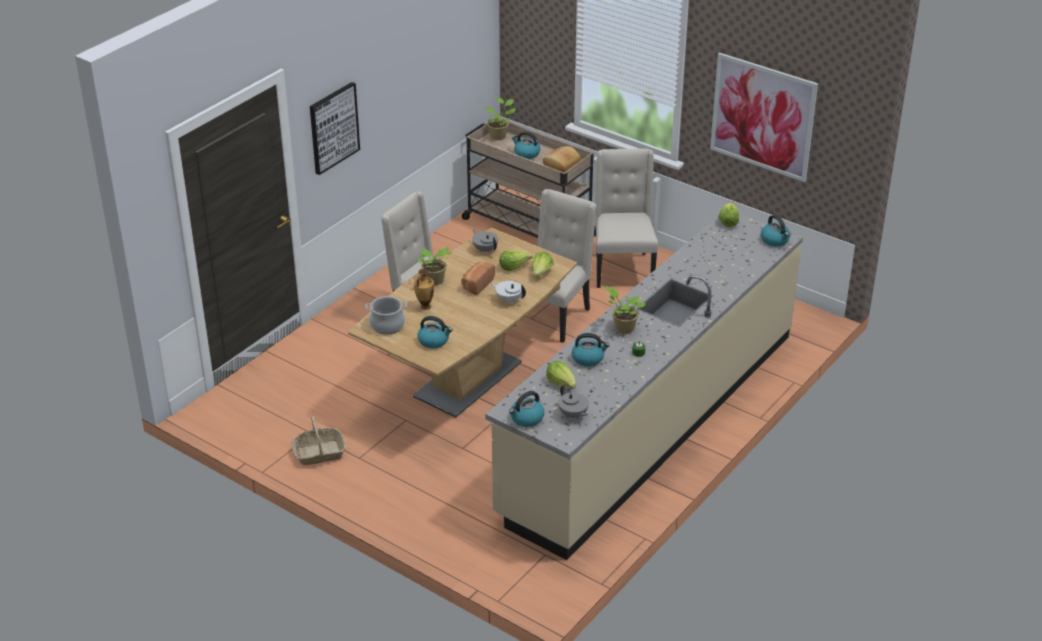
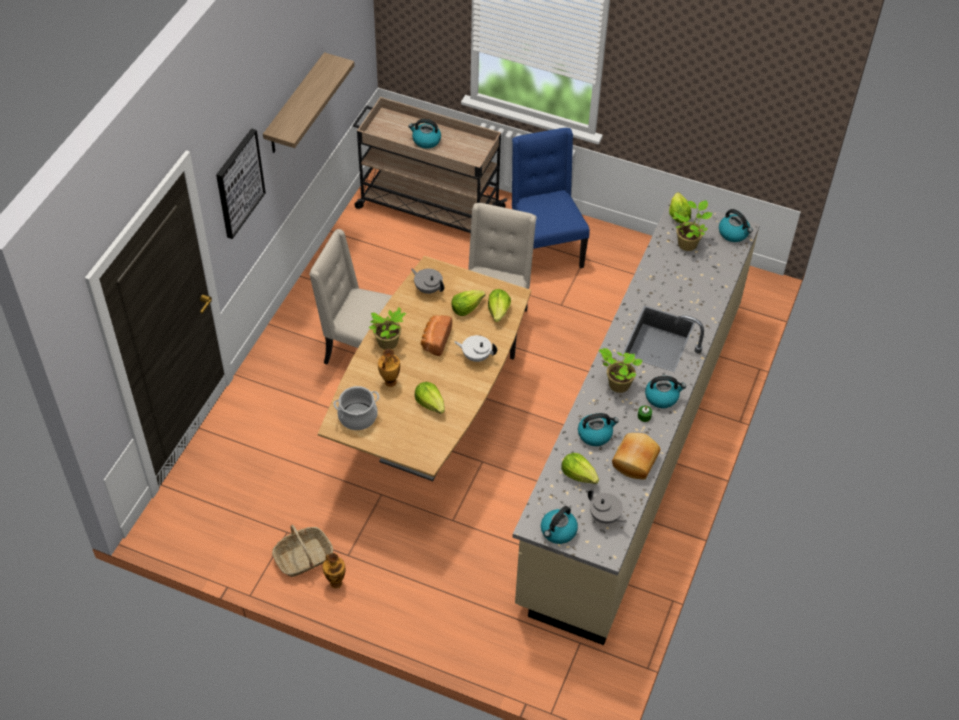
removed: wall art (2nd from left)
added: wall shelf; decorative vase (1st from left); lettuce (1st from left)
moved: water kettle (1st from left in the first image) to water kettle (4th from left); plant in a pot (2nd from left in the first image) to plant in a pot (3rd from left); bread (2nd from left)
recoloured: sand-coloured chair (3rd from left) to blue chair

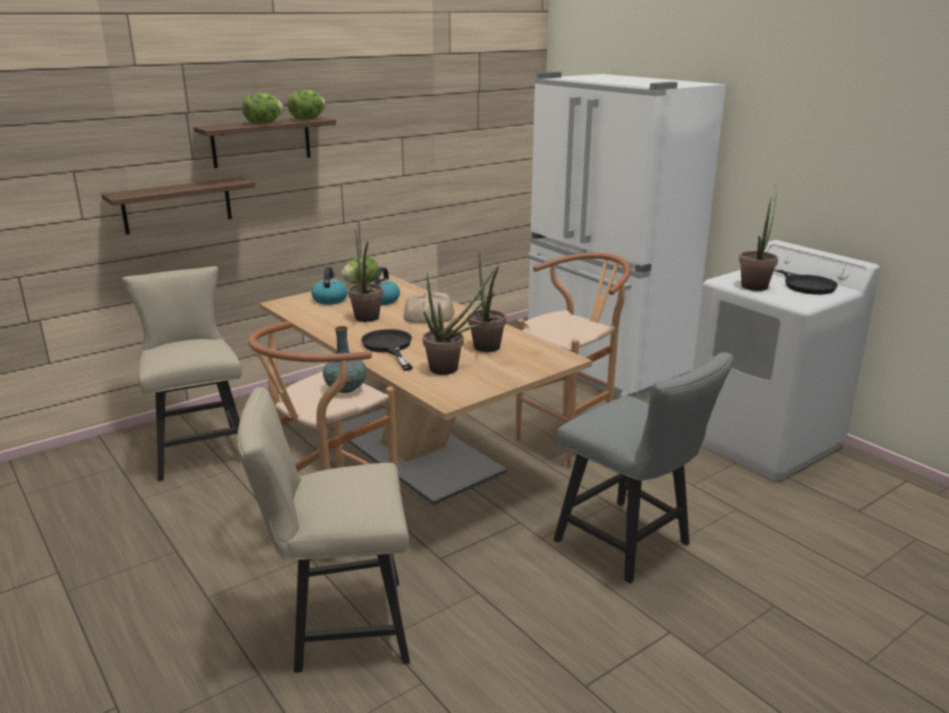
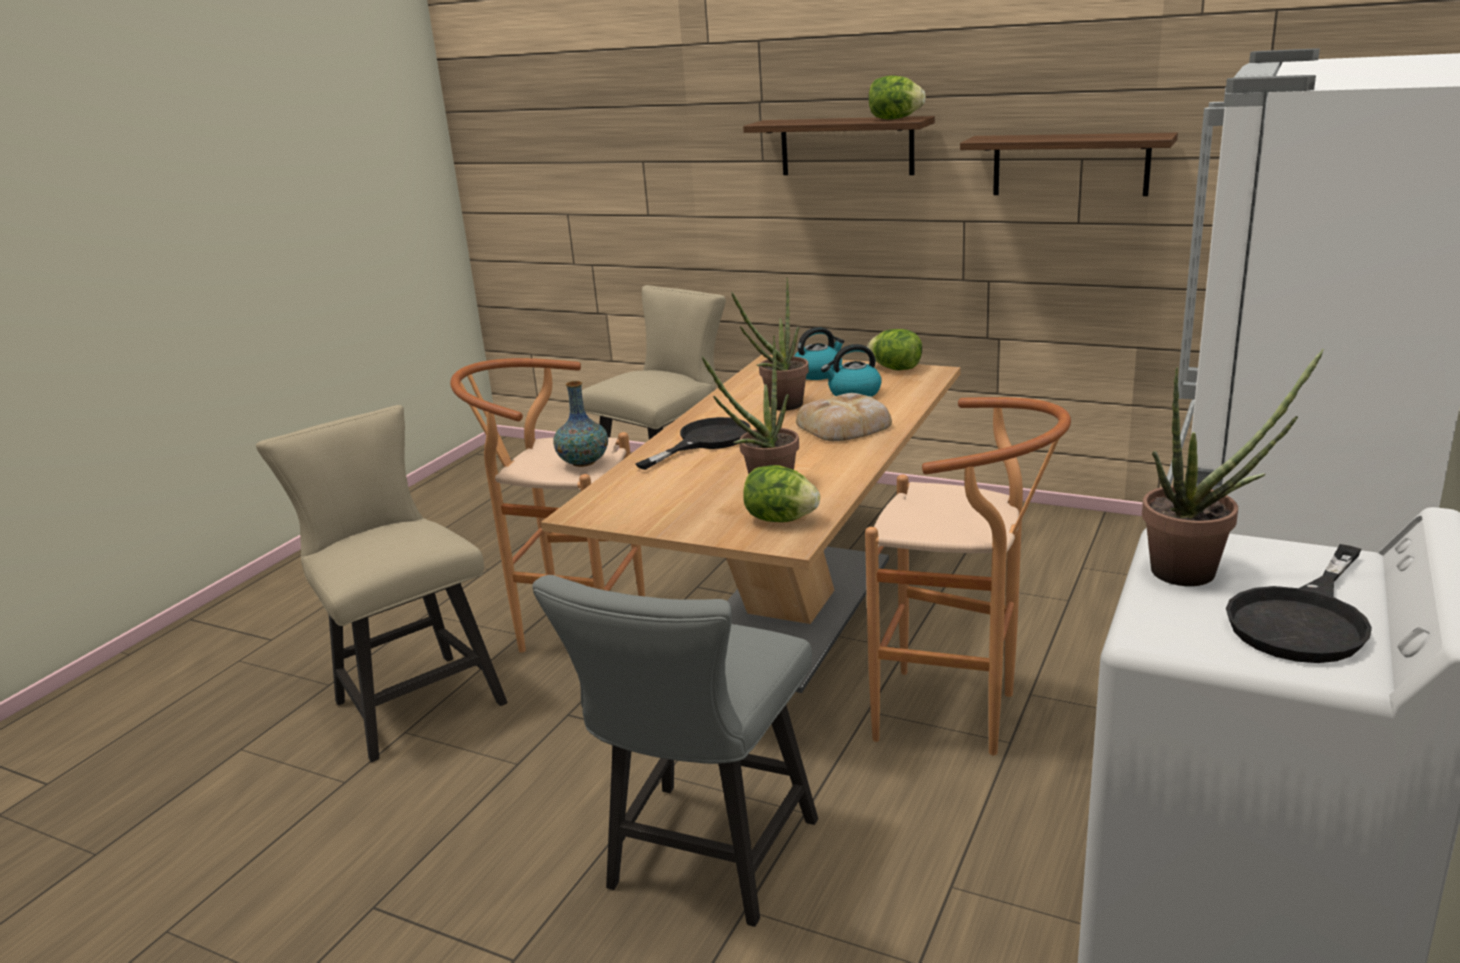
removed: plant in a pot (2nd from left)
moved: wall shelf (1st from left in the first image) to wall shelf (2nd from left); lettuce (1st from left)

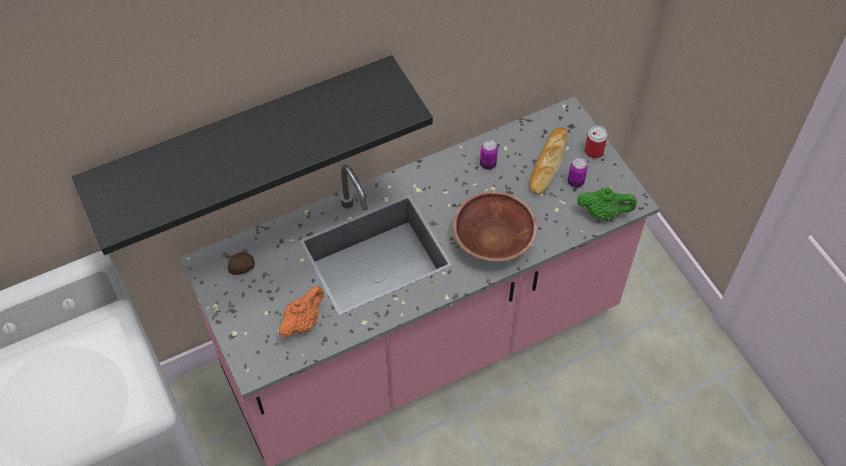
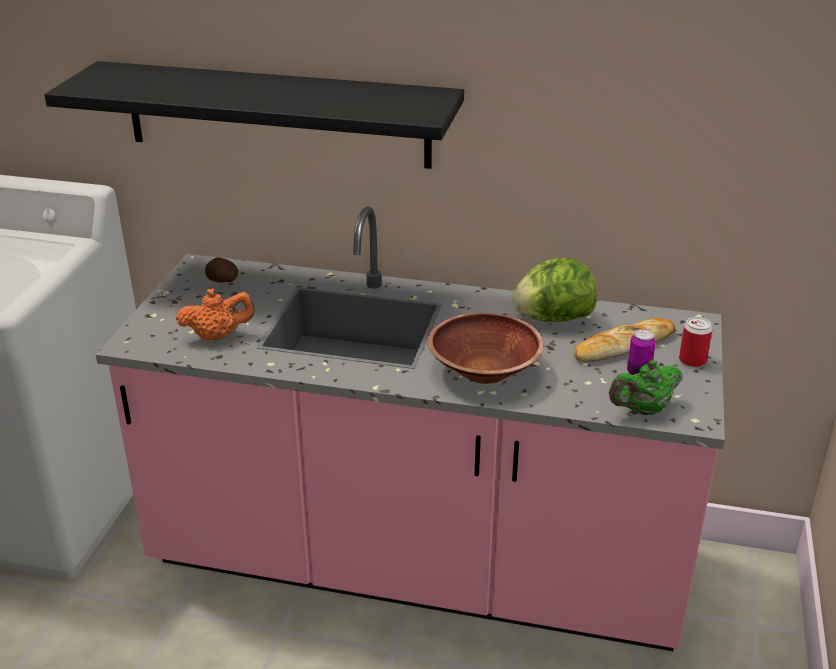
replaced: sealed can (1st from left) to lettuce
turned: green pot for tea 105 degrees clockwise

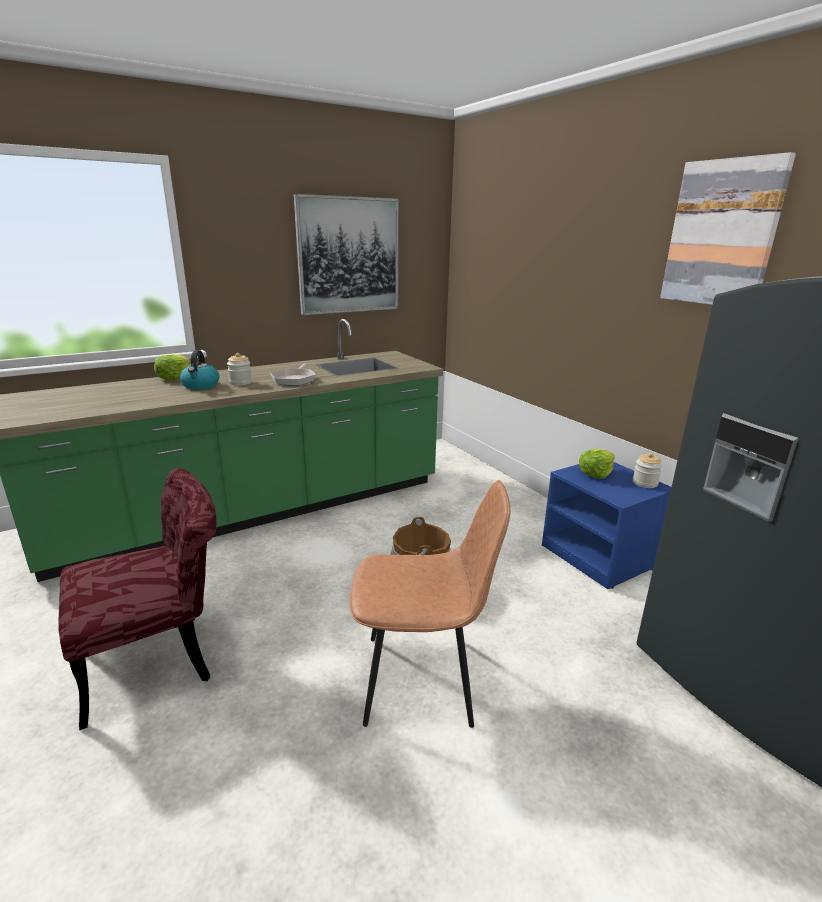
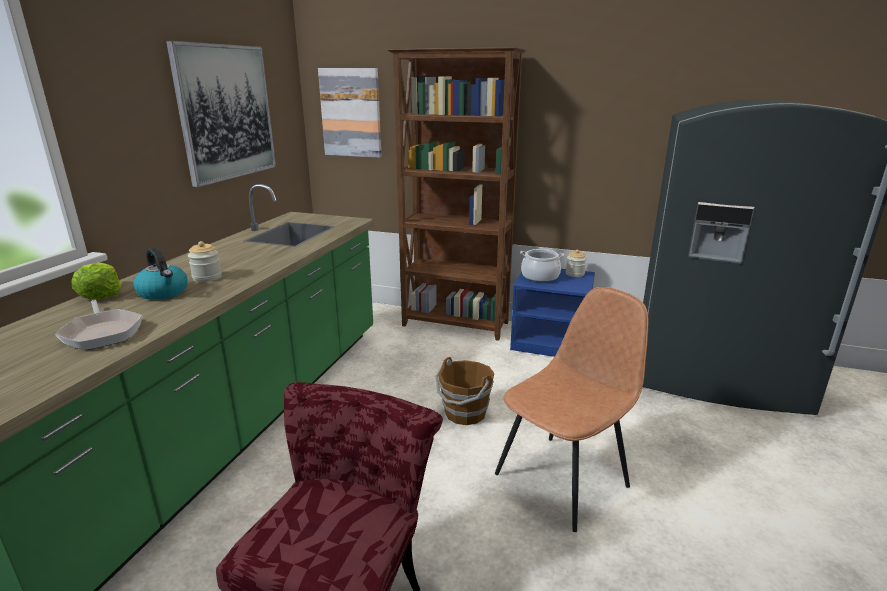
added: brown-coloured shelving unit
moved: skillet; wall art (2nd from left)
replaced: lettuce (2nd from left) to cooking pot

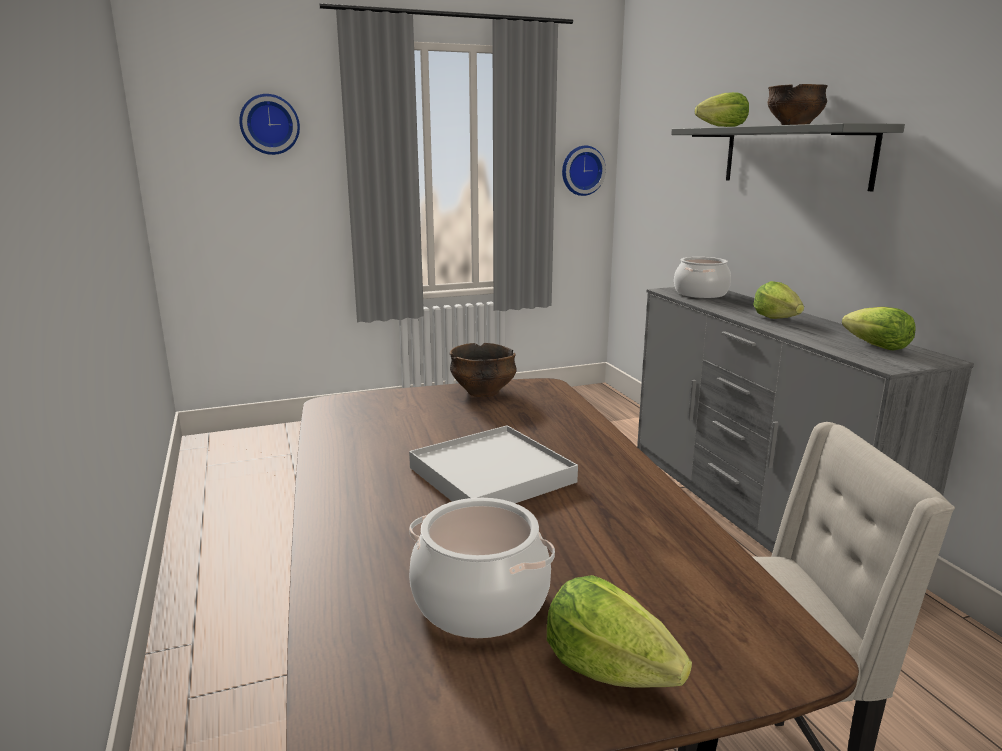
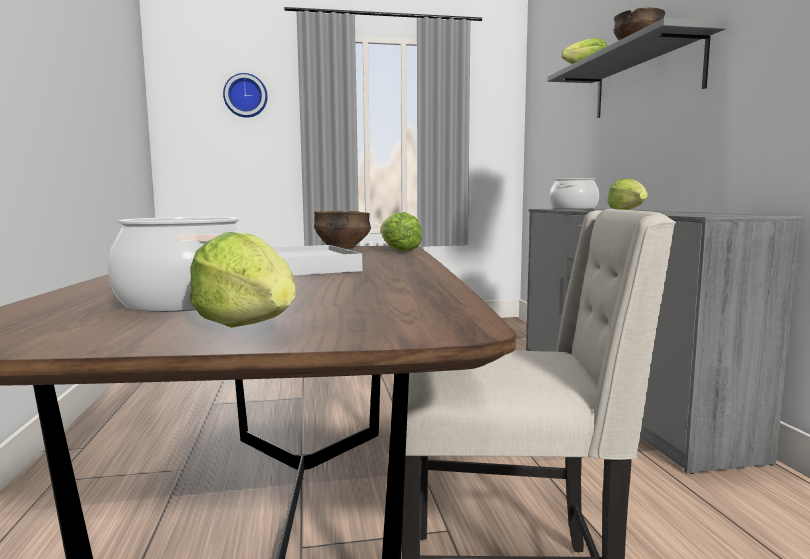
removed: clock on the wall (2nd from left)
moved: lettuce (4th from left in the first image) to lettuce (2nd from left)

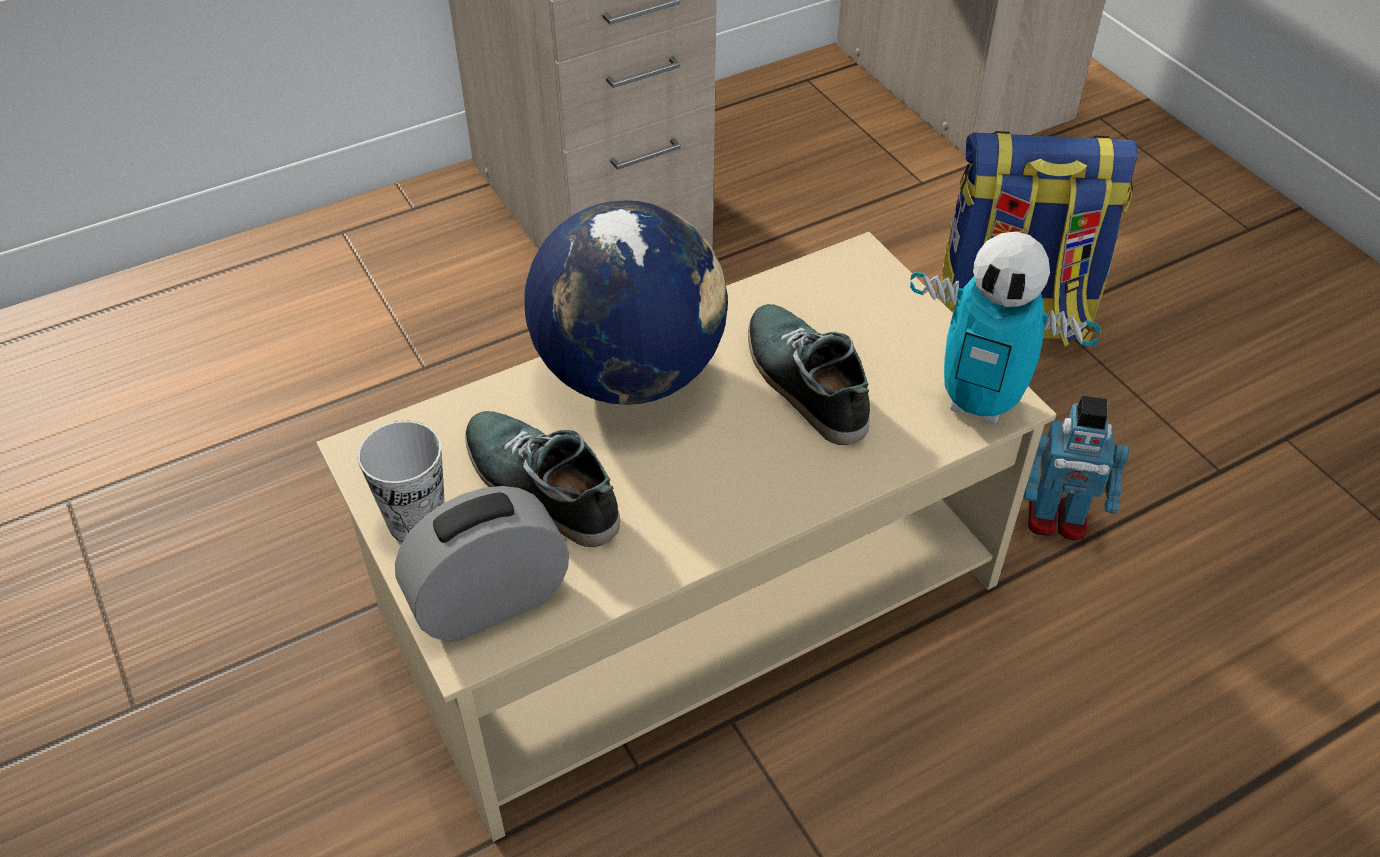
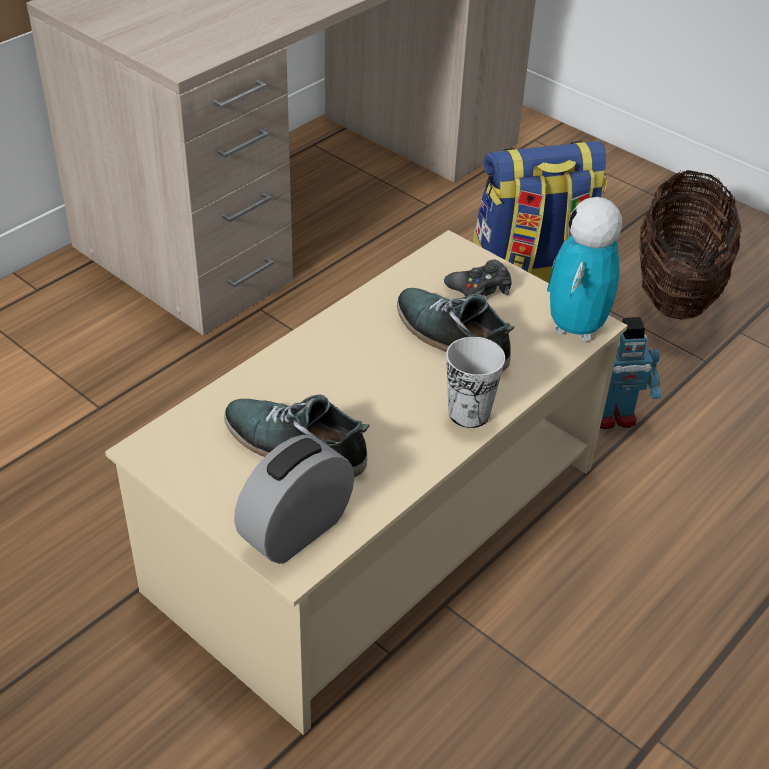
removed: desk globe
added: black joypad; storage basket
moved: drinking cup
turned: model robot (1st from left) 105 degrees clockwise

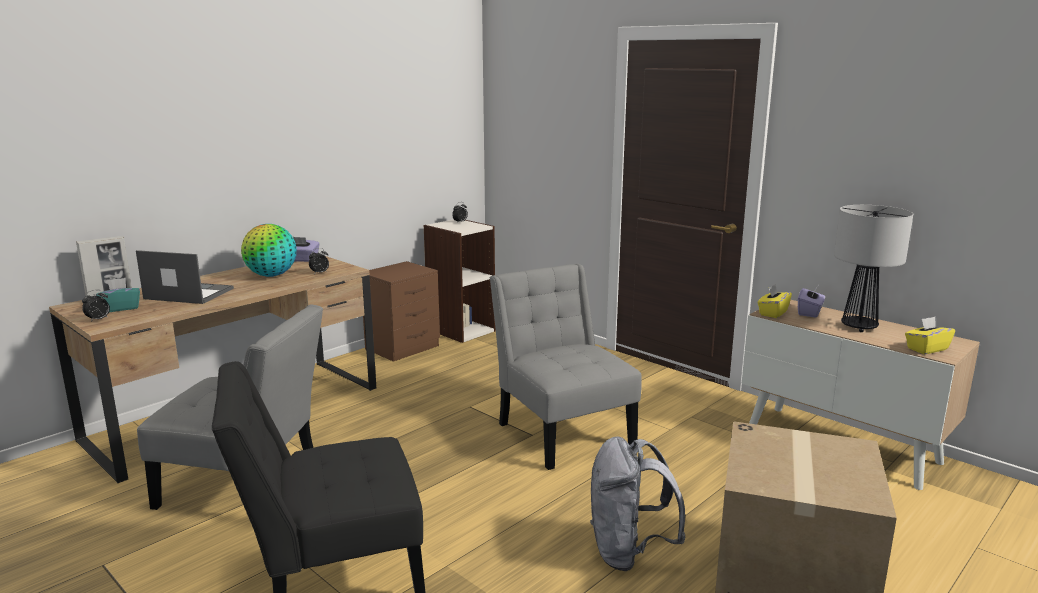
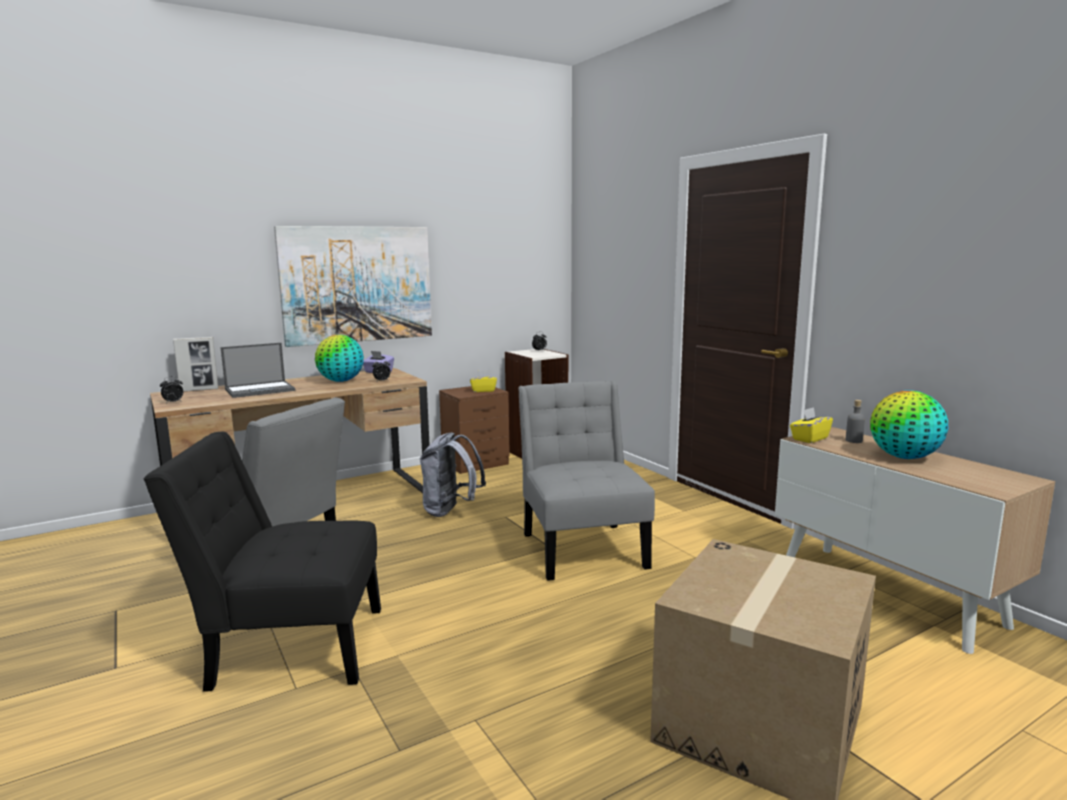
removed: turquoise tissue box
added: wall art
moved: gray backpack; yellow-coloured tissue box (2nd from left in the first image) to yellow-coloured tissue box (1st from left)
replaced: purplish tissue box (2nd from left) to gray drink bottle; table lamp to desk globe (2nd from left)
turned: notebook computer 120 degrees clockwise

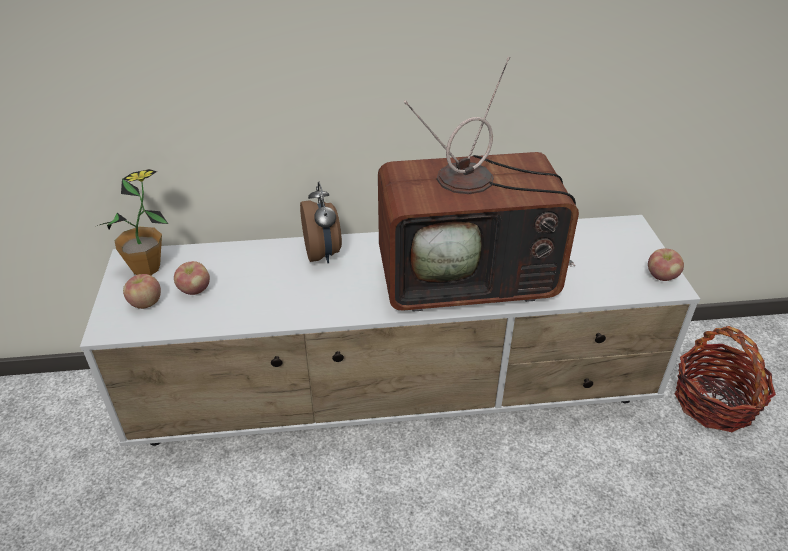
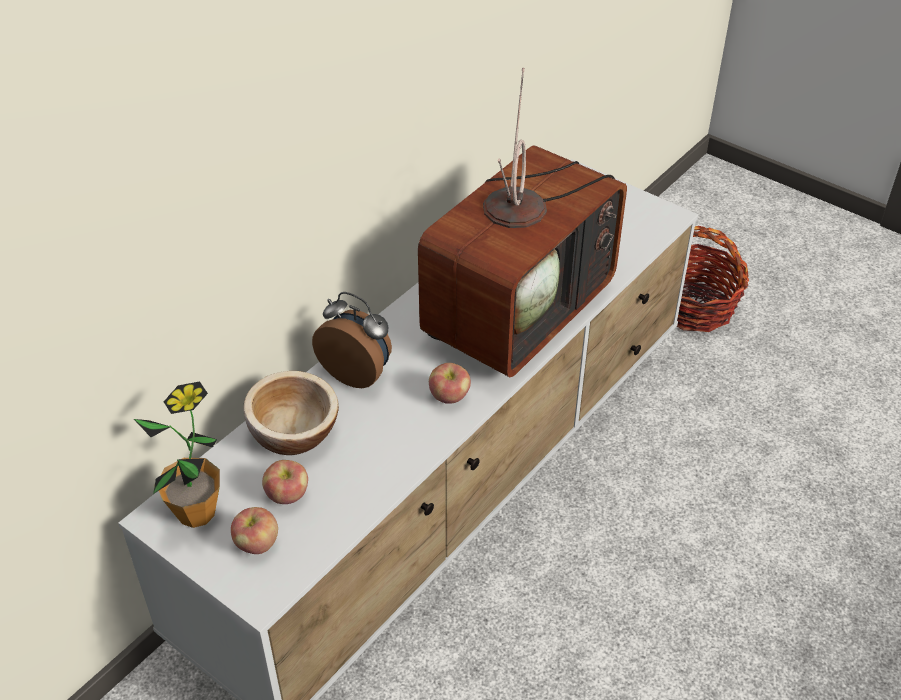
added: bowl
moved: whole apple (3rd from left)

